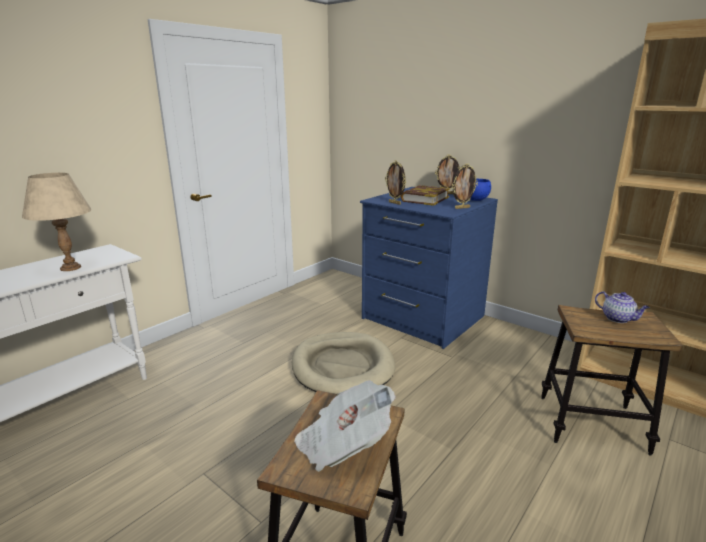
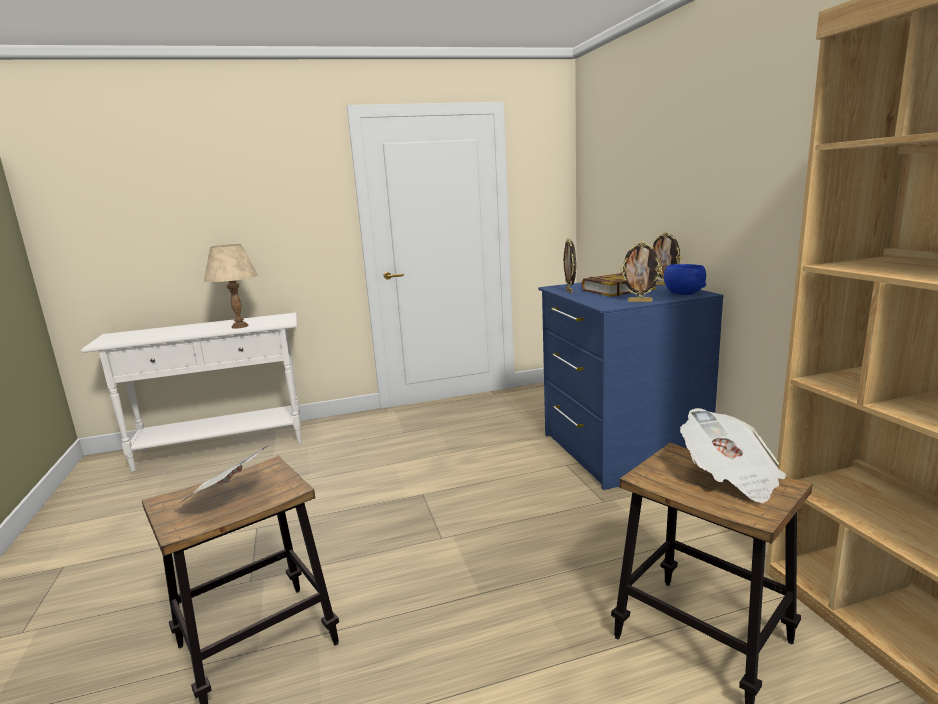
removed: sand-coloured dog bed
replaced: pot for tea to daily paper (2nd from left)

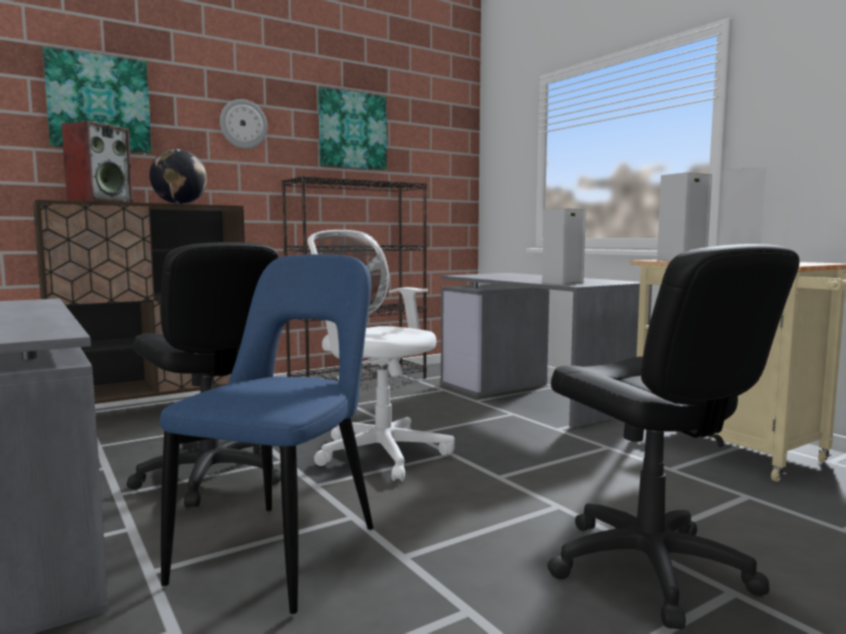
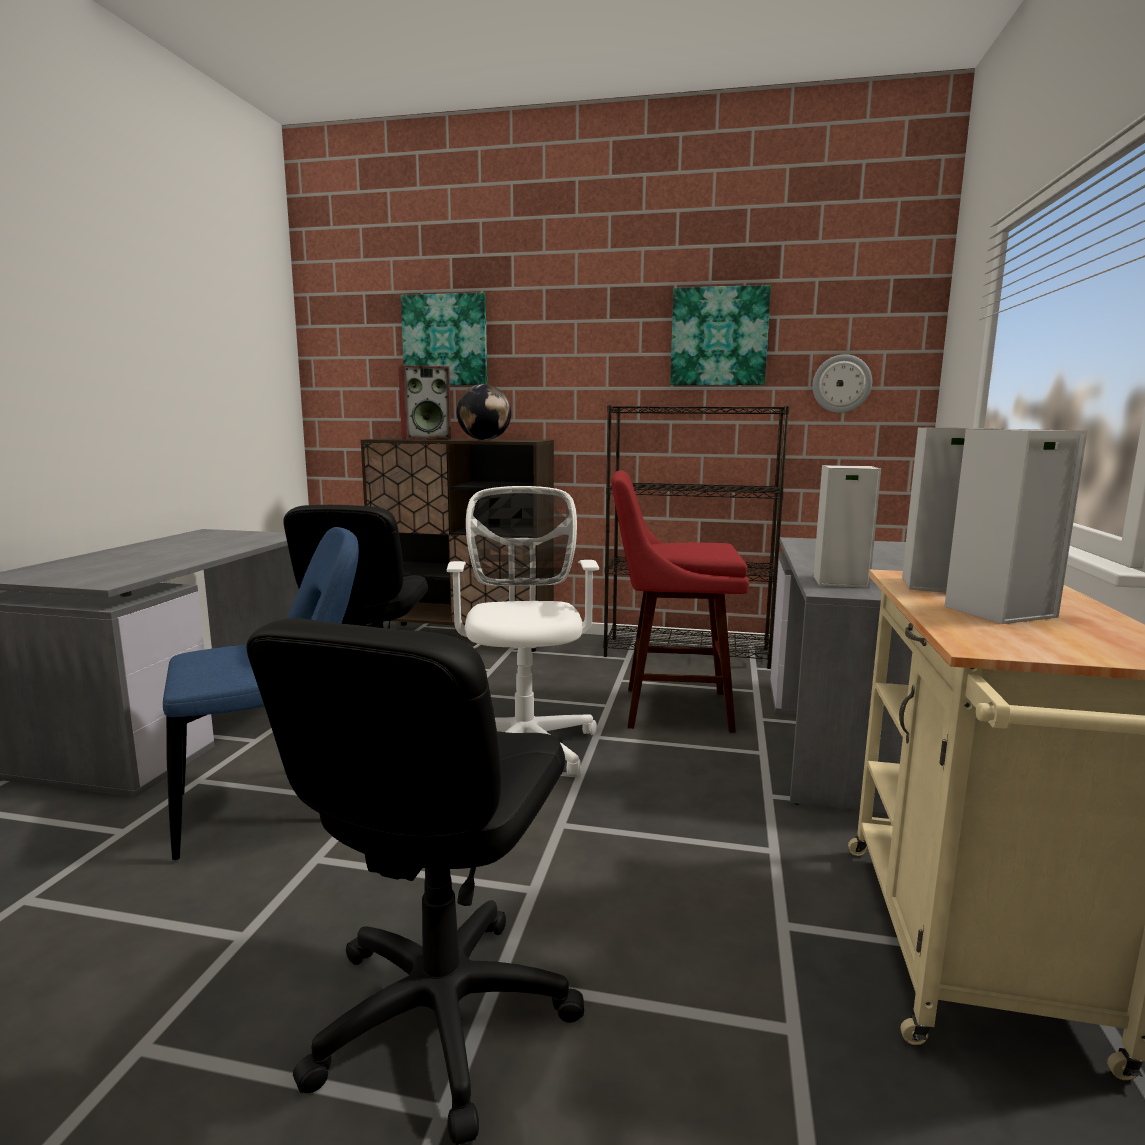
added: red-coloured sitting stool
moved: clock on the wall

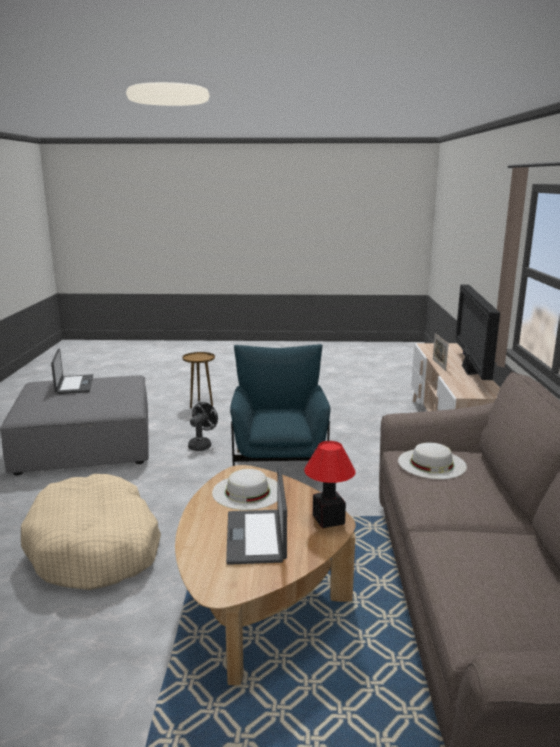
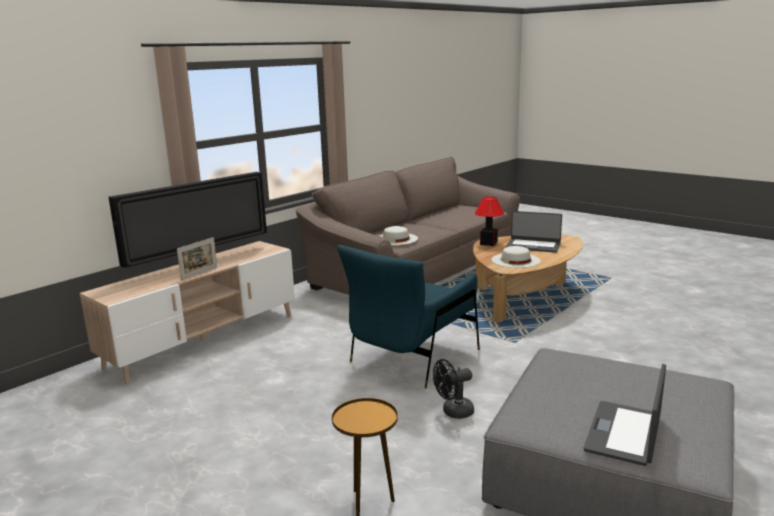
removed: sand-coloured dog bed
turned: notebook computer (2nd from left in the first image) 75 degrees clockwise

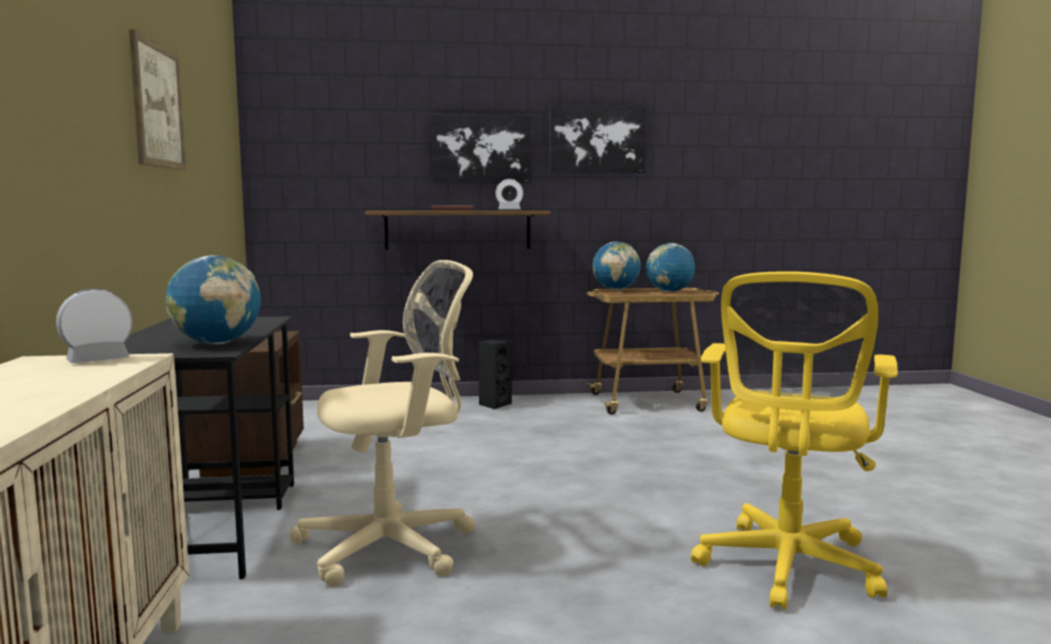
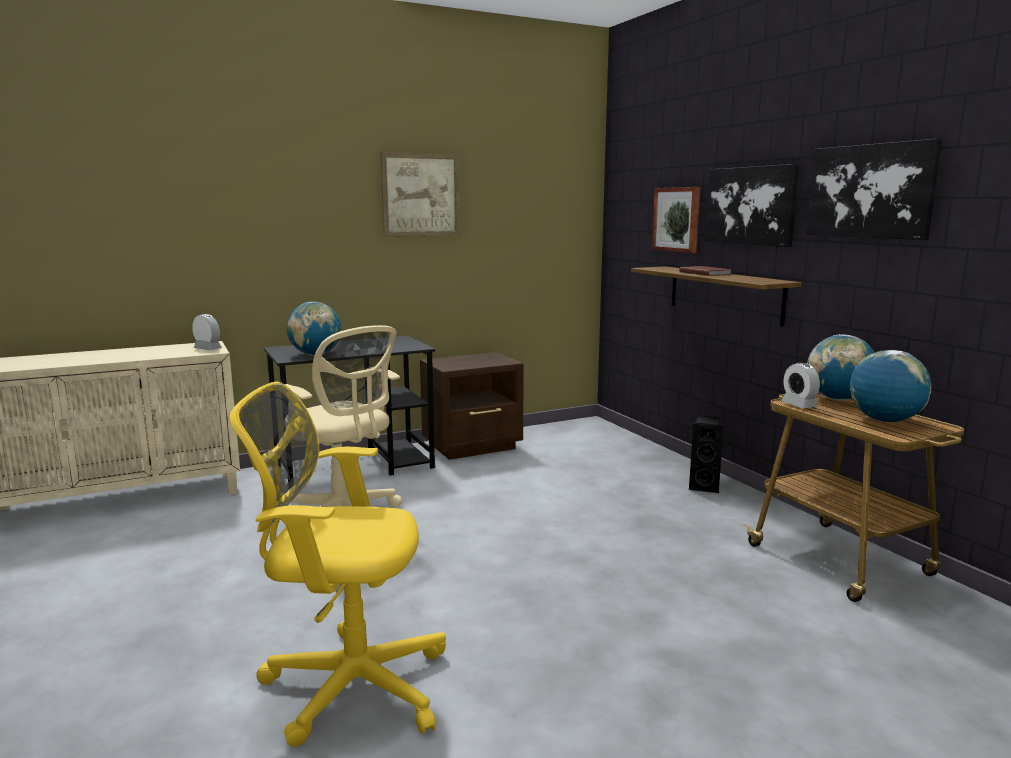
added: wall art (2nd from left)
moved: table clock (2nd from left)

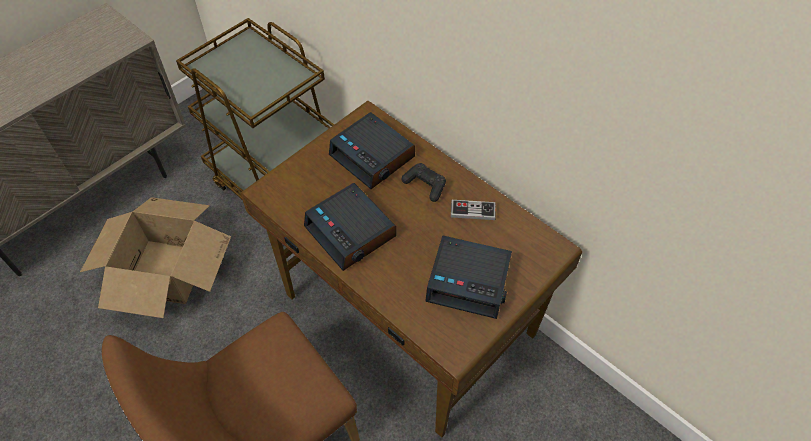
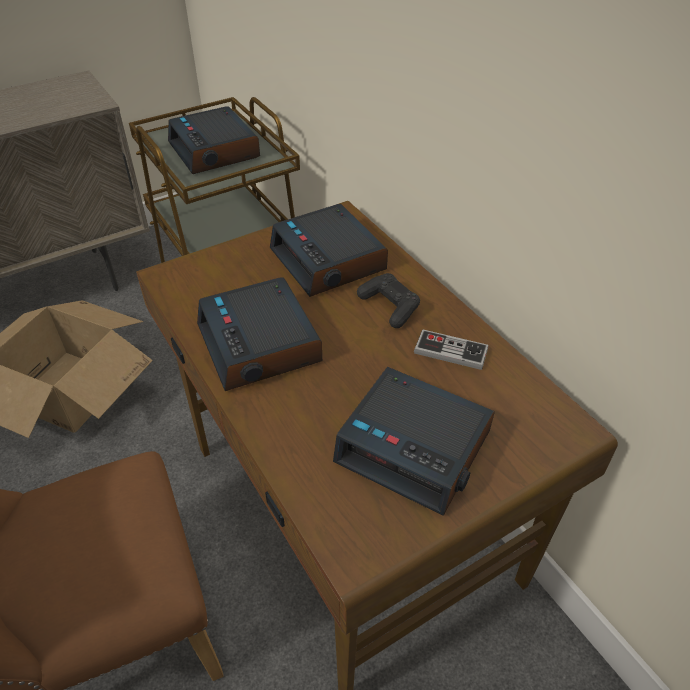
added: table clock (1st from left)

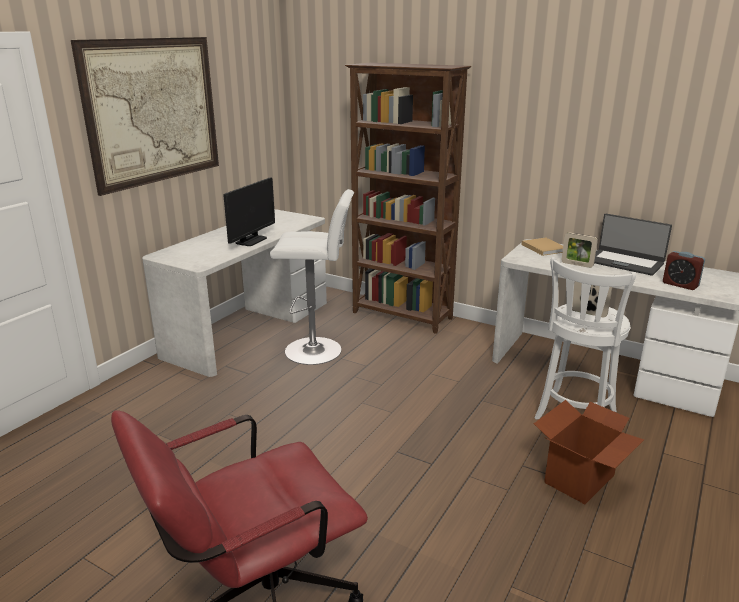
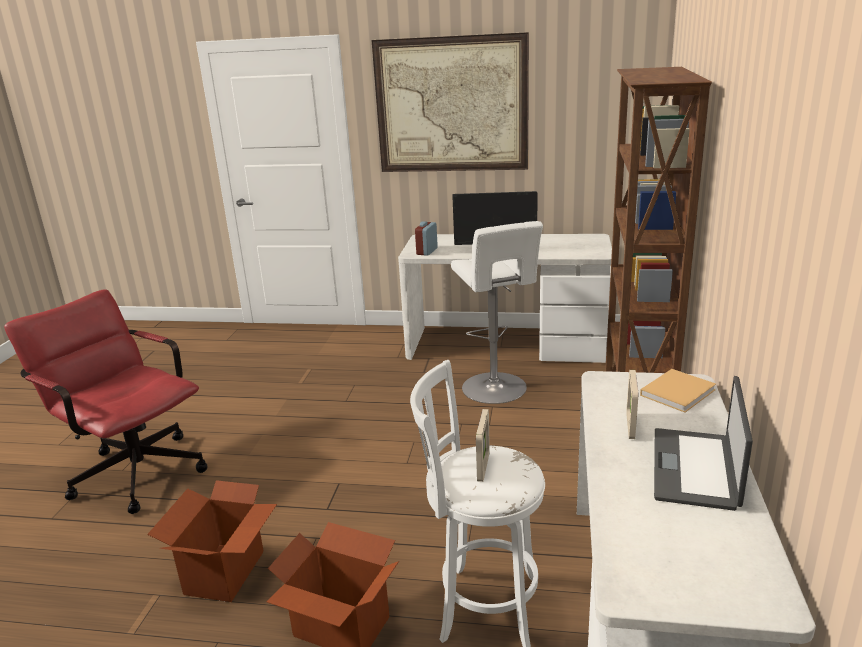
added: cardboard box (1st from left)
moved: table clock

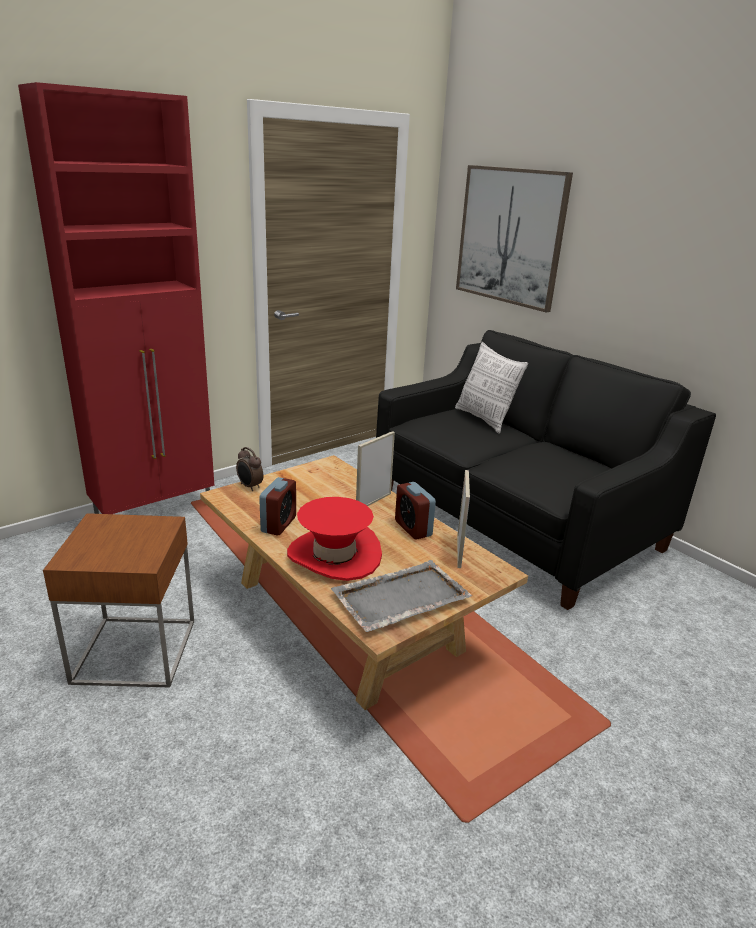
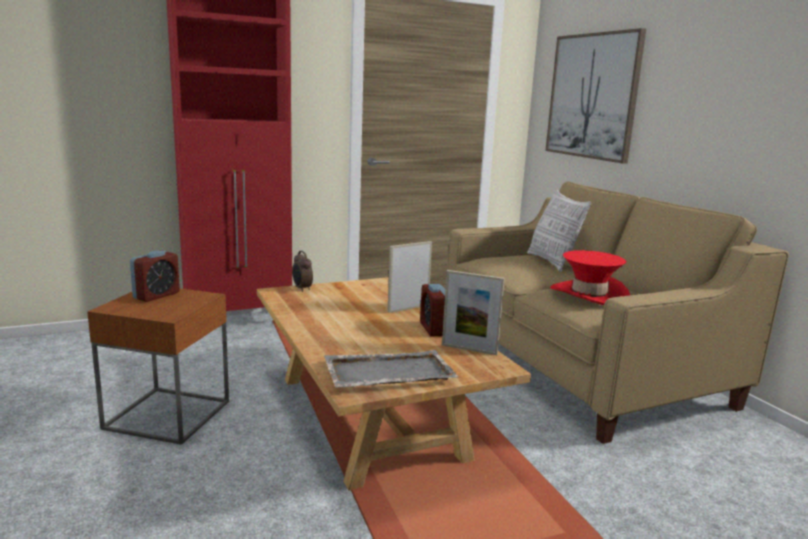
moved: table clock (2nd from left in the first image) to table clock (1st from left); red-coloured wearable hat
recoloured: black sofa to sand-coloured sofa
turned: standing frame (2nd from left) 90 degrees clockwise

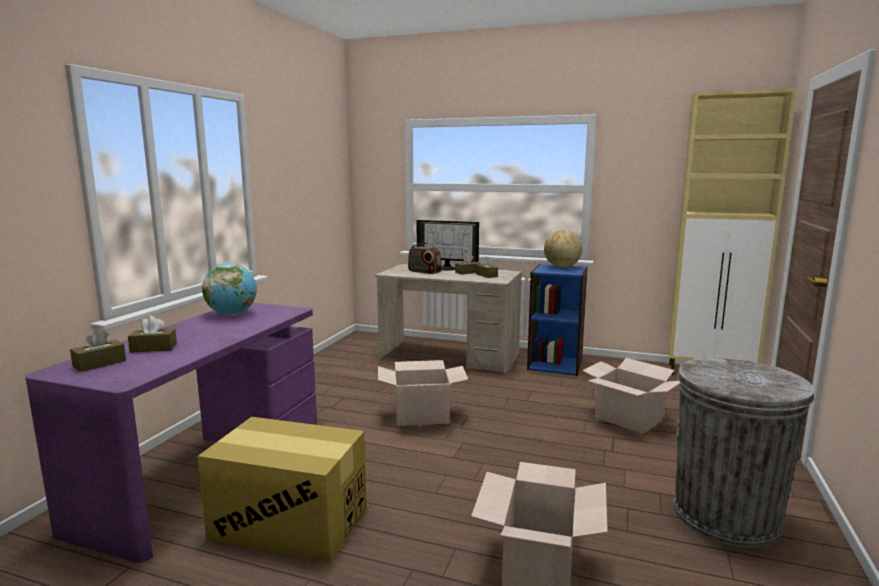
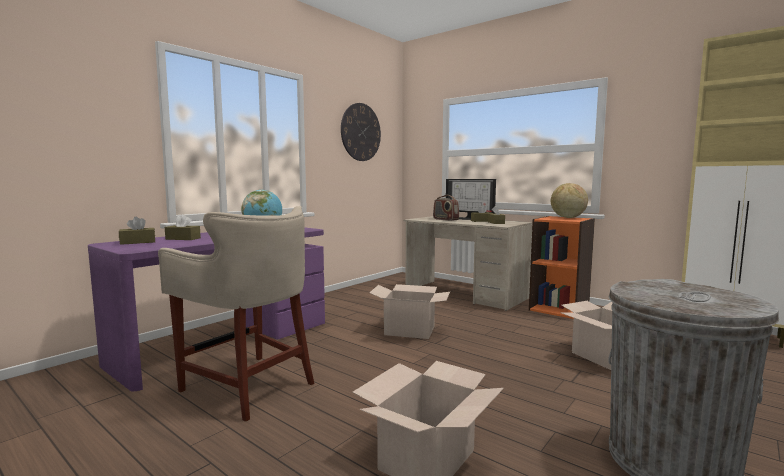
added: clock on the wall
replaced: cardboard box (1st from left) to sand-coloured sitting stool
recoloured: blue shelving unit to orange shelving unit

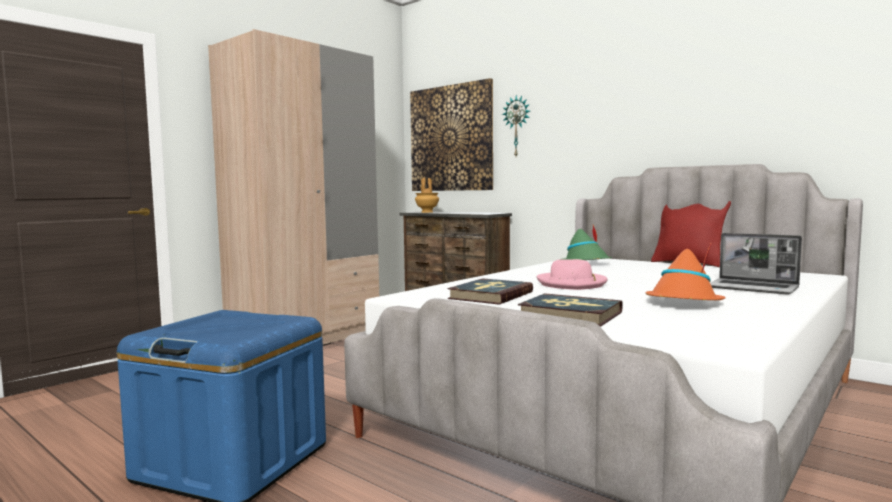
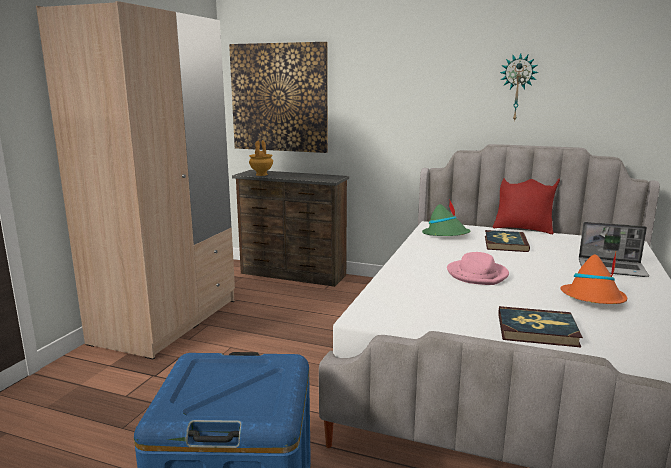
moved: volume (1st from left); clock on the wall

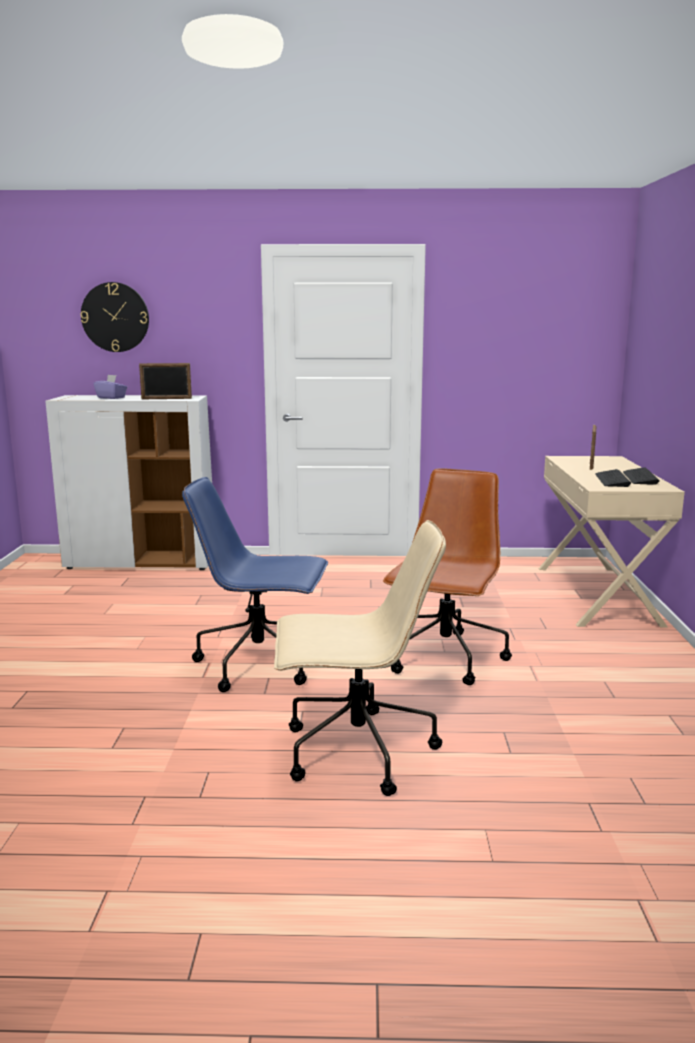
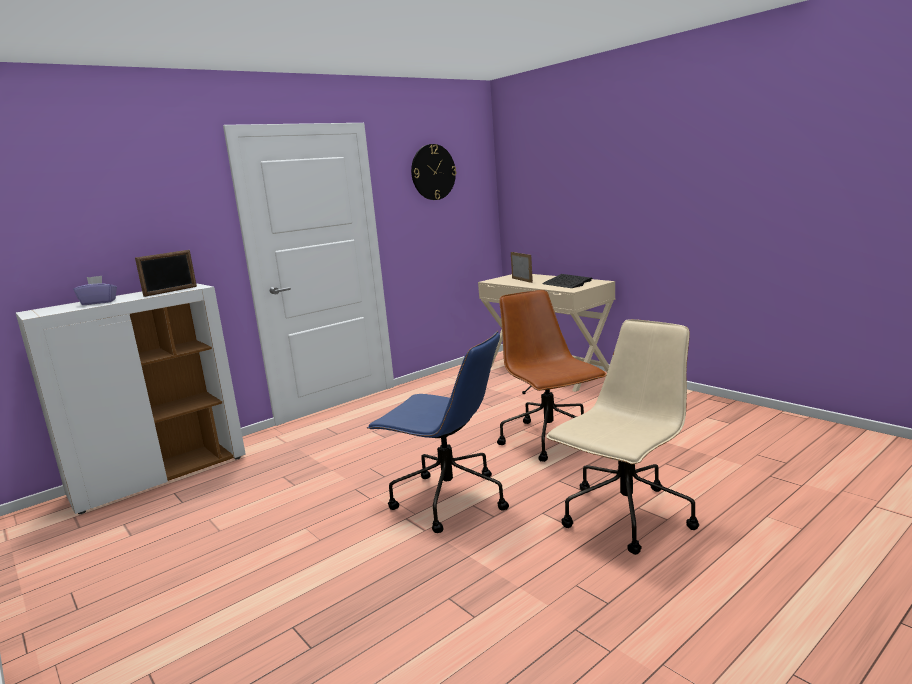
moved: clock on the wall
turned: blue desk chair 120 degrees counterclockwise

